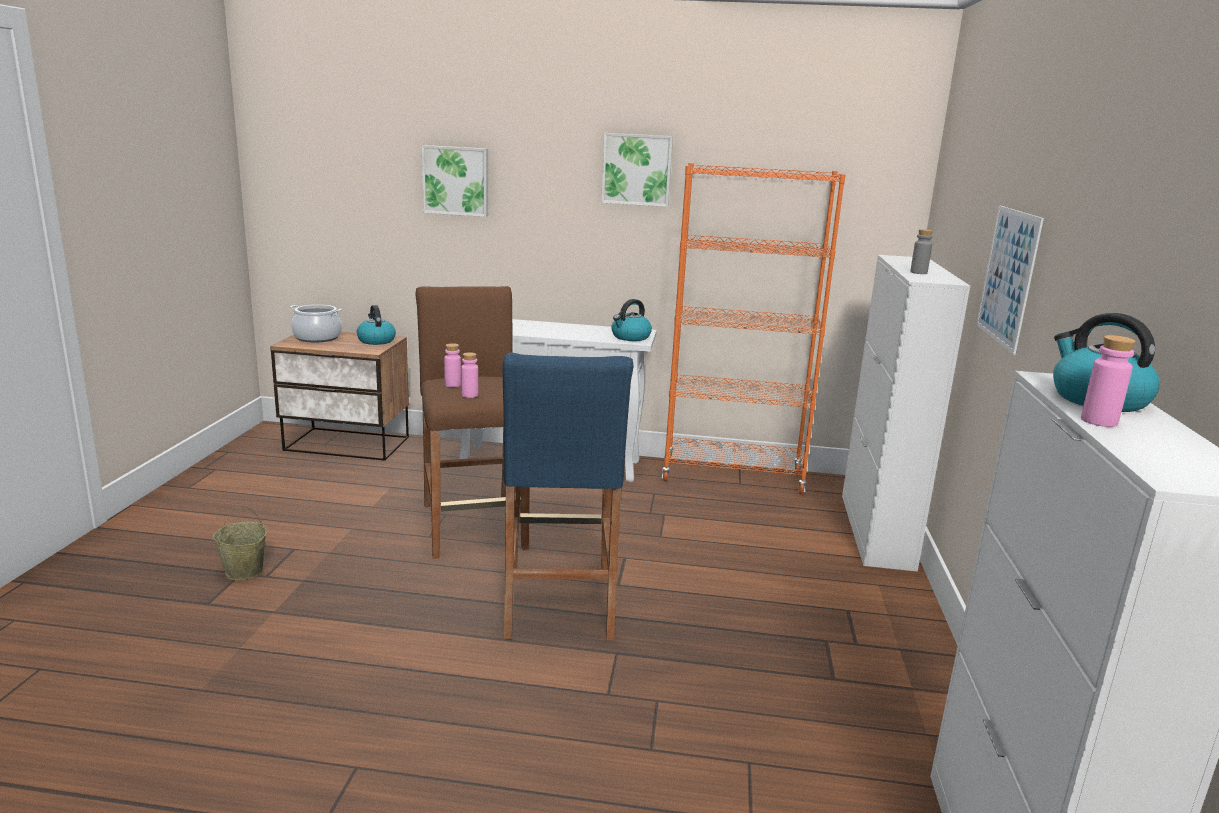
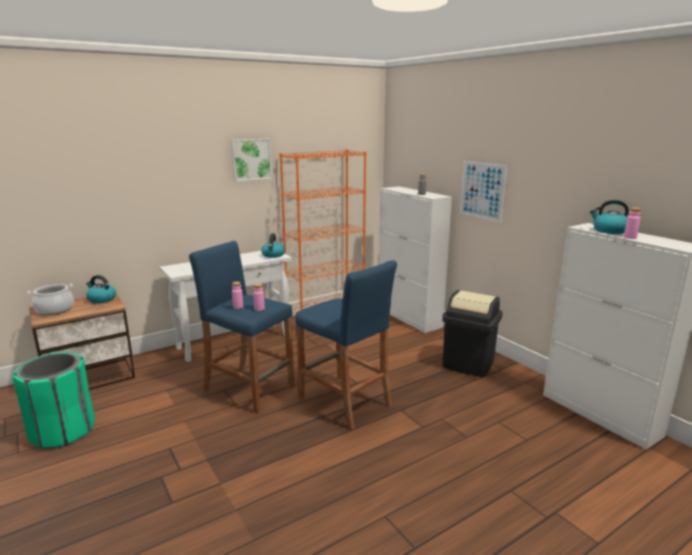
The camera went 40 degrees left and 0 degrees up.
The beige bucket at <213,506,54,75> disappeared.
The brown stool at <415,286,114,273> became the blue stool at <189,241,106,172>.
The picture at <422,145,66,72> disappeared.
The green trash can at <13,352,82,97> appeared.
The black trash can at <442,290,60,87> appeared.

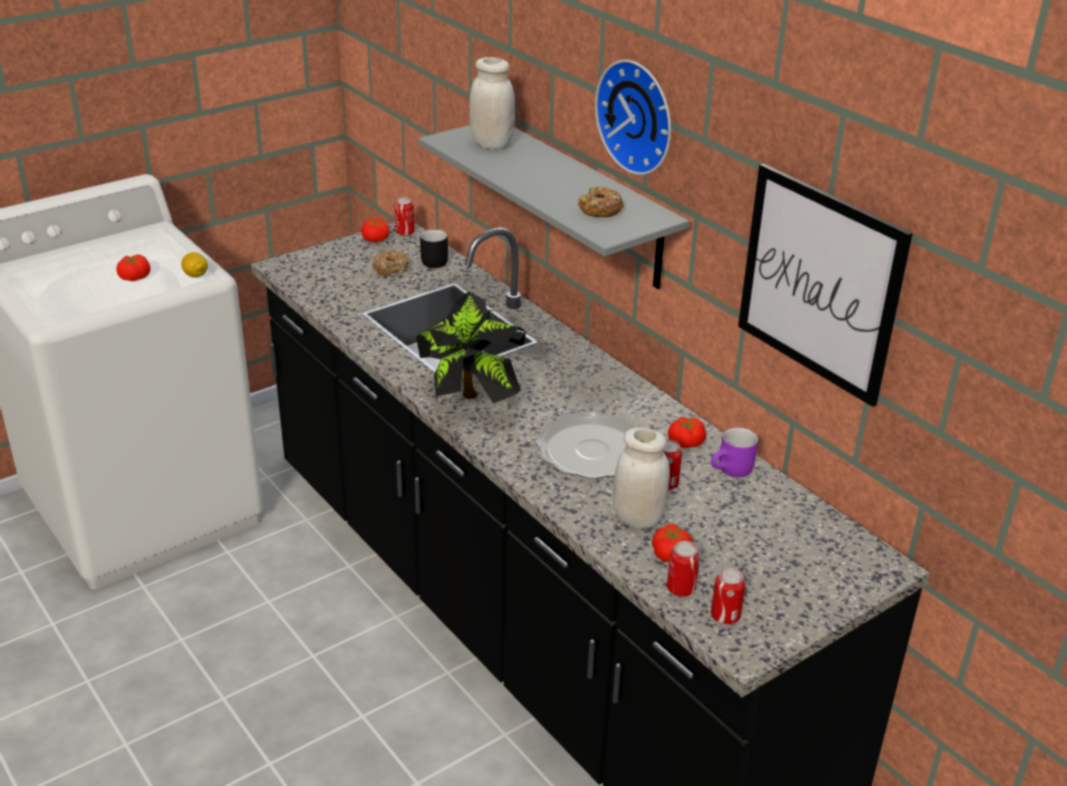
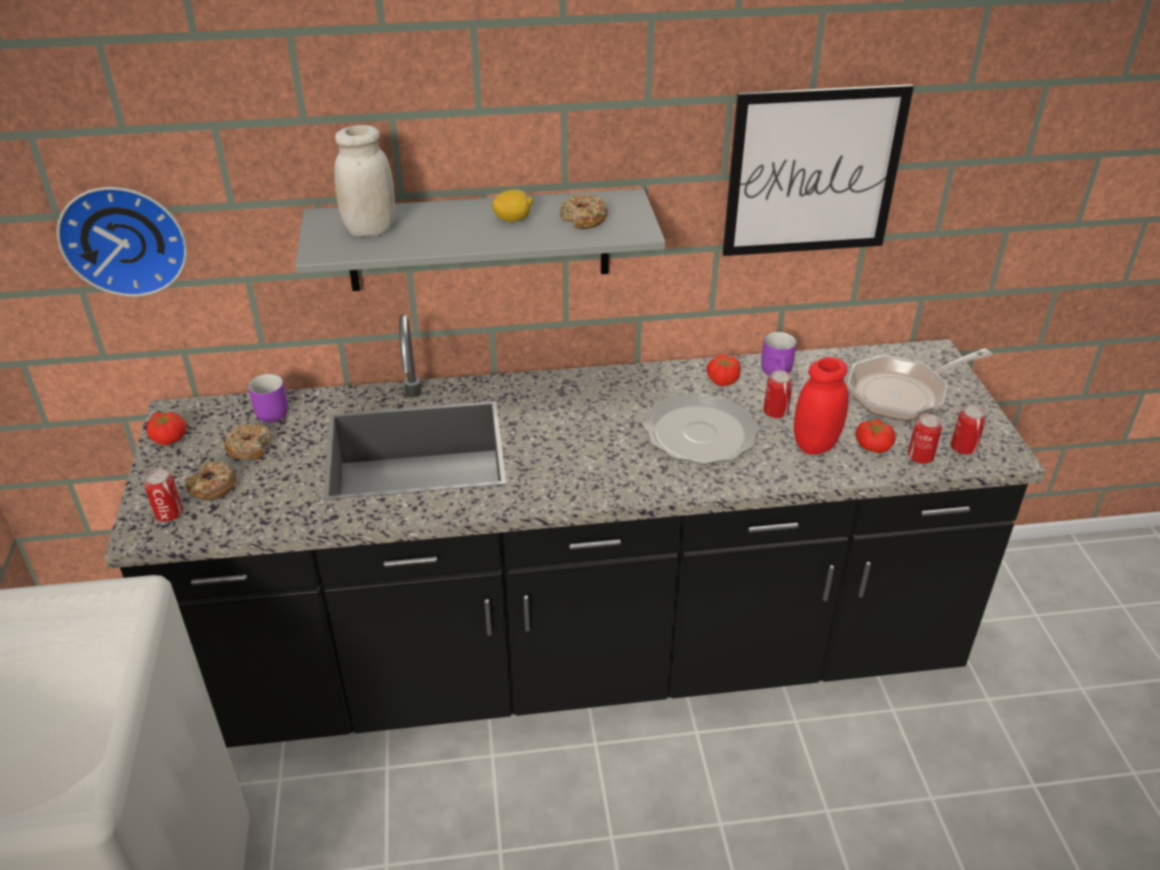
The camera went 60 degrees left and 5 degrees up.
The tomato at <117,255,34,26> disappeared.
The lemon moved from <181,252,27,25> to <492,190,41,32>.
The can moved from <395,198,20,38> to <145,469,38,53>.
The potted plant at <416,291,112,113> disappeared.
The black mug at <420,230,28,38> became the purple mug at <248,374,40,48>.
The wall clock moved from <595,60,76,115> to <57,187,130,110>.
The white jar at <613,427,57,102> became the red jar at <794,357,54,98>.
The donut at <185,461,52,39> appeared.
The frying pan at <847,348,145,73> appeared.

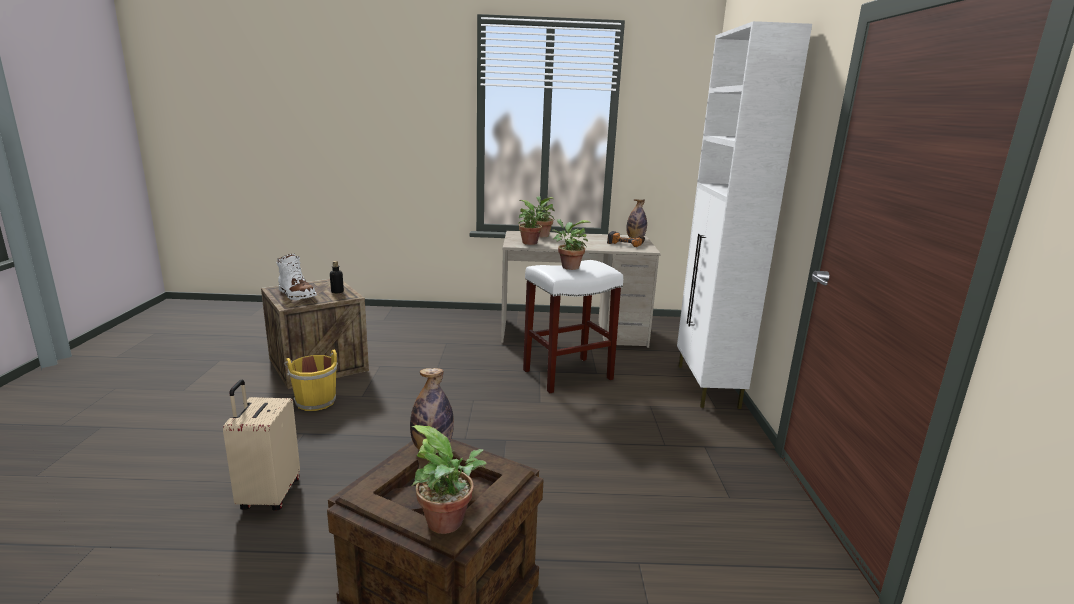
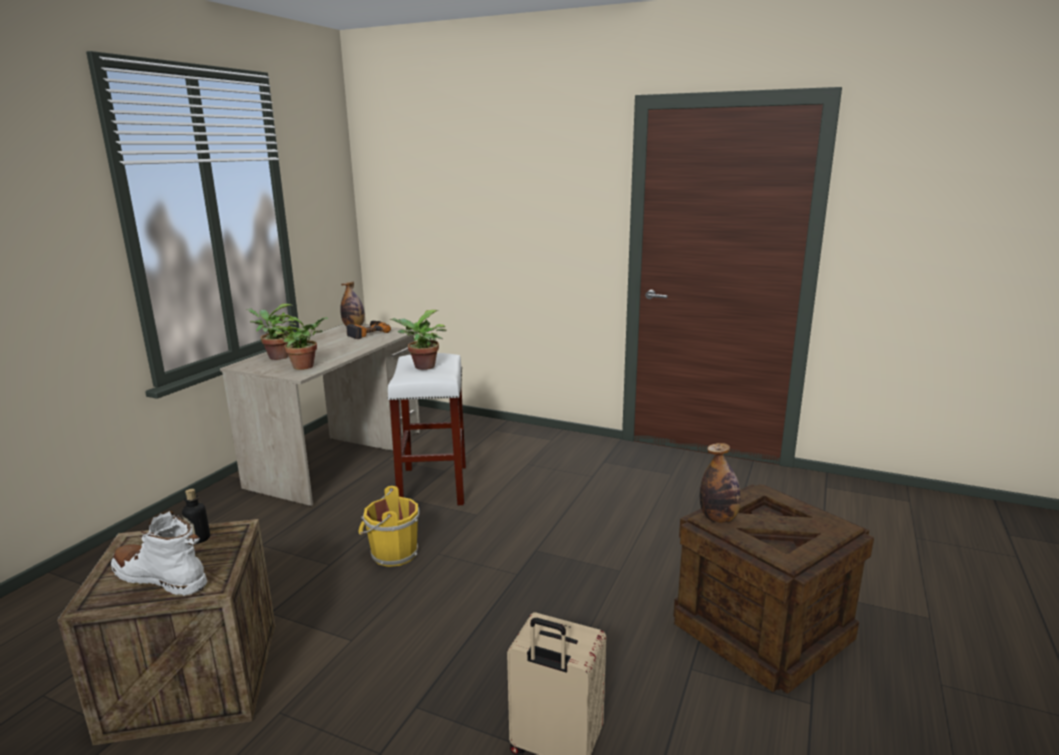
The camera went 65 degrees left and 0 degrees up.
The white boot at <276,254,41,46> turned 135 degrees counterclockwise.
The yellow bucket moved from <284,350,54,61> to <359,486,61,81>.
The potted plant at <412,425,75,109> disappeared.
The white cabinet at <677,21,135,388> disappeared.

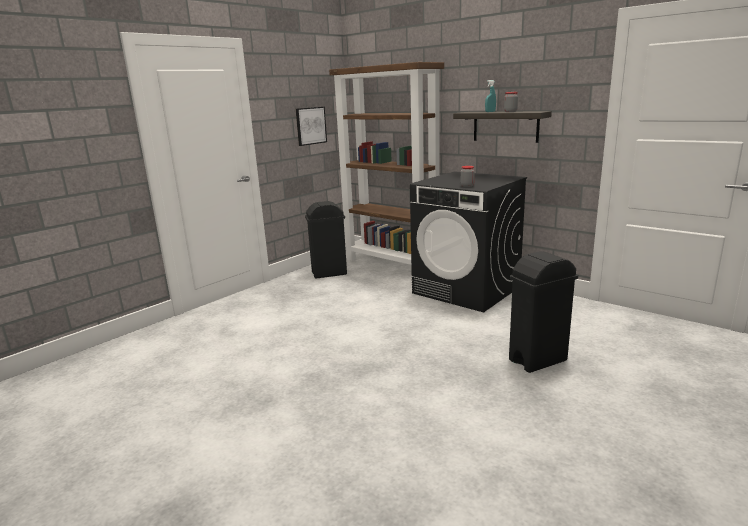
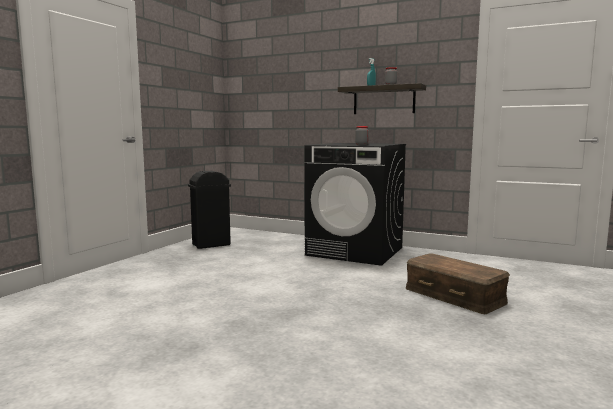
The camera went 15 degrees left and 10 degrees down.
The picture at <296,107,31,39> disappeared.
The brown bookcase at <329,62,115,203> disappeared.
The black trash can at <509,251,69,122> was replaced by the brown storage box at <406,253,104,61>.

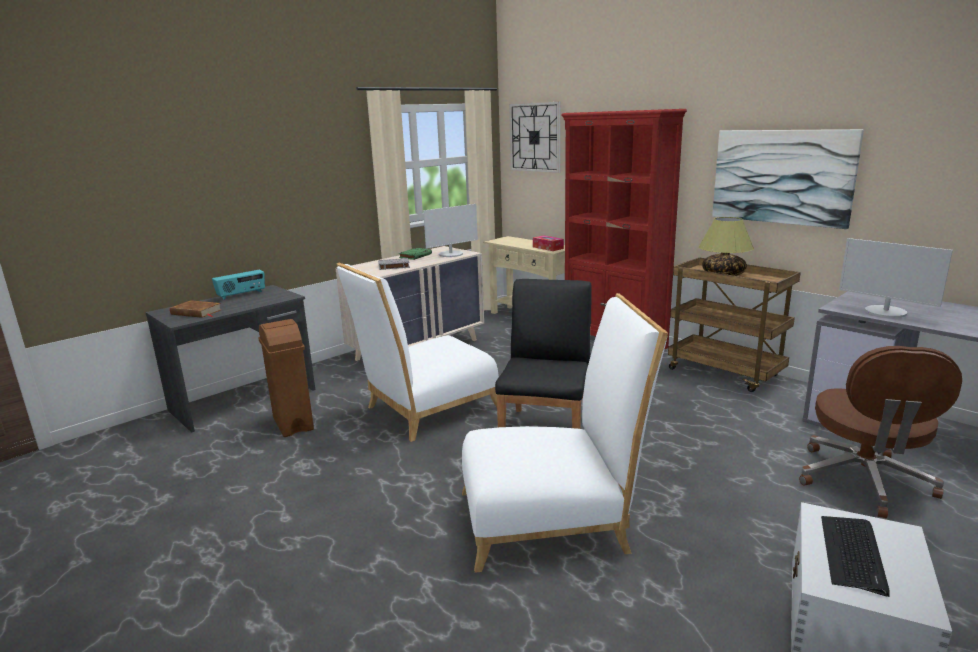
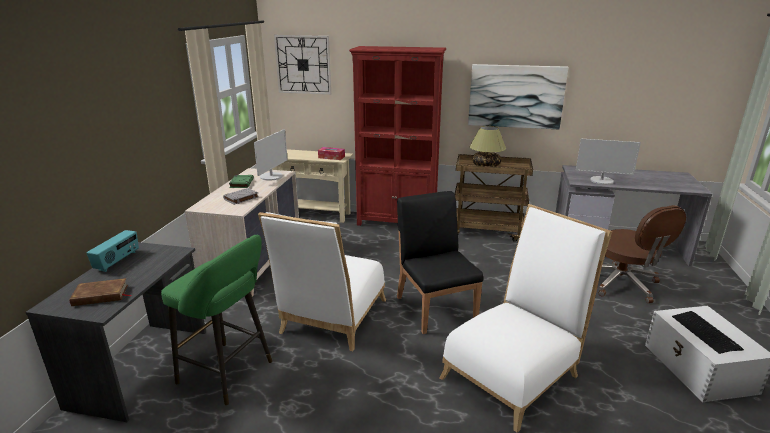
The camera went 35 degrees left and 5 degrees up.
The brown trash can at <258,319,56,118> was replaced by the green stool at <161,235,111,170>.

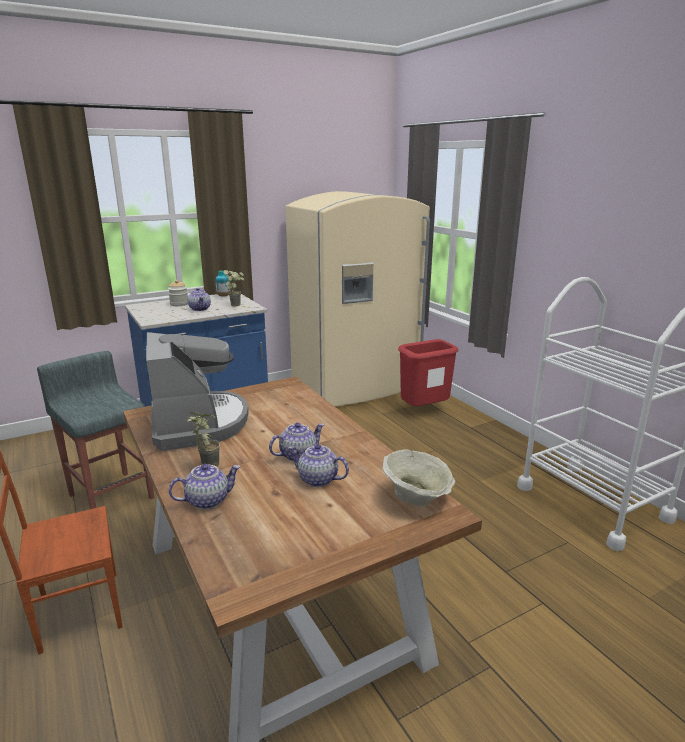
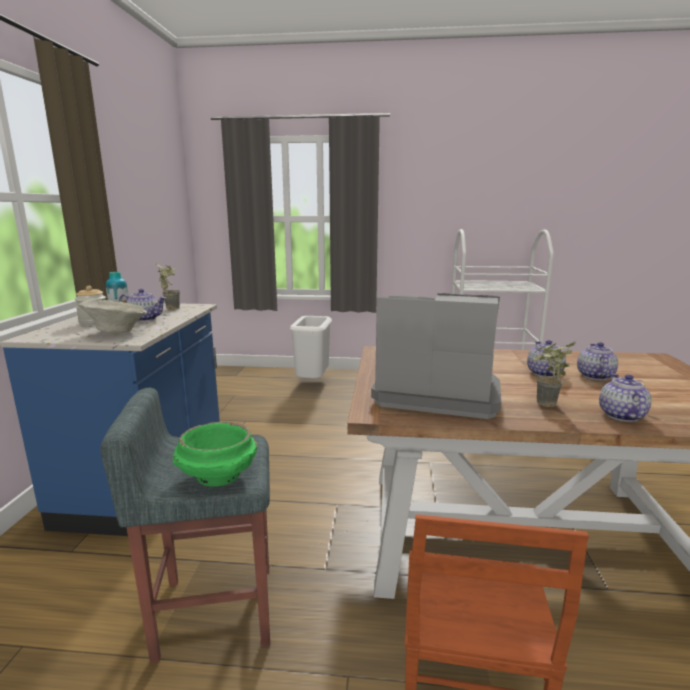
The camera went 55 degrees left and 5 degrees down.
The beige fridge at <285,191,145,216> disappeared.
The teapot at <288,444,61,43> turned 135 degrees clockwise.
The beige bowl moved from <383,449,72,57> to <78,300,69,32>.
The red trash can at <398,339,60,67> became the white trash can at <290,316,42,63>.
The green bowl at <173,422,85,64> appeared.

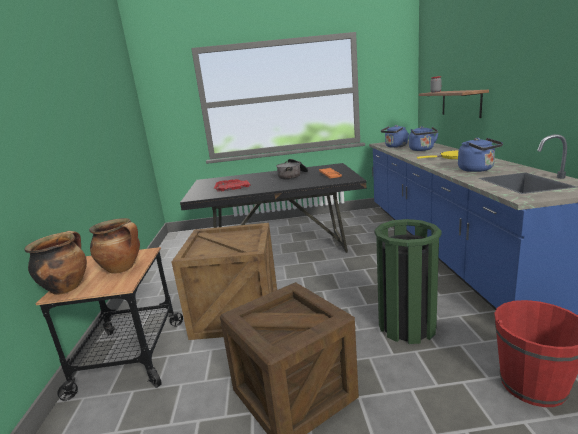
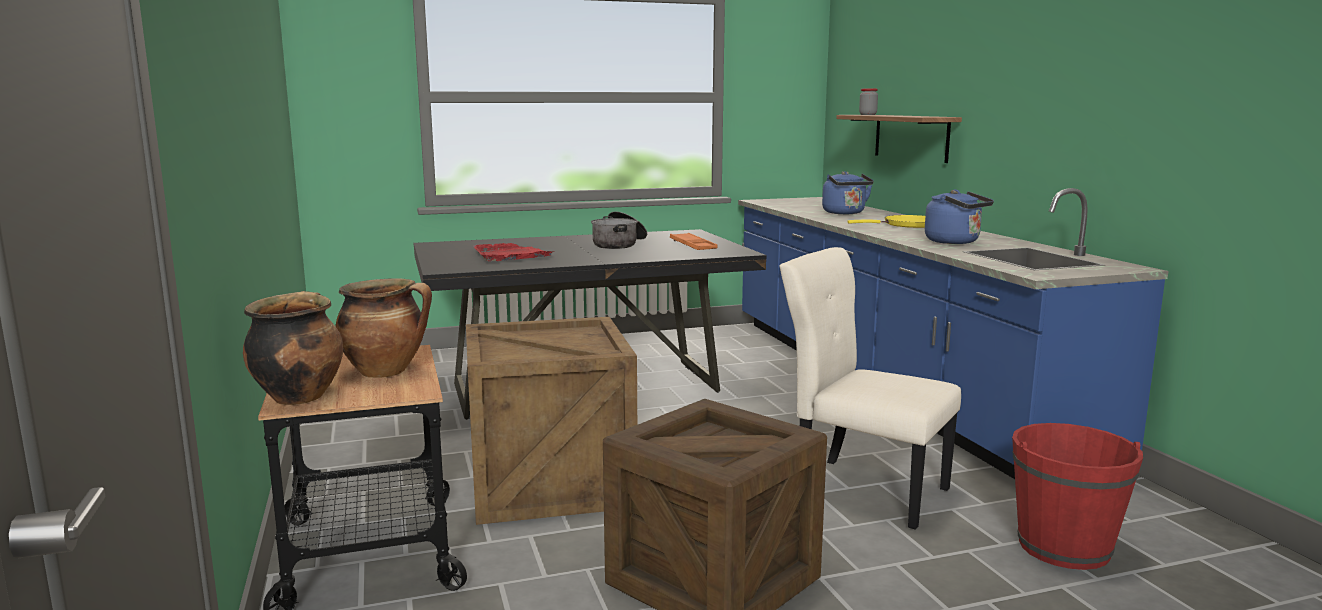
The camera went 15 degrees left and 5 degrees down.
The green trash can at <374,219,68,125> was replaced by the beige chair at <780,247,181,283>.
The blue kettle at <381,125,28,23> disappeared.

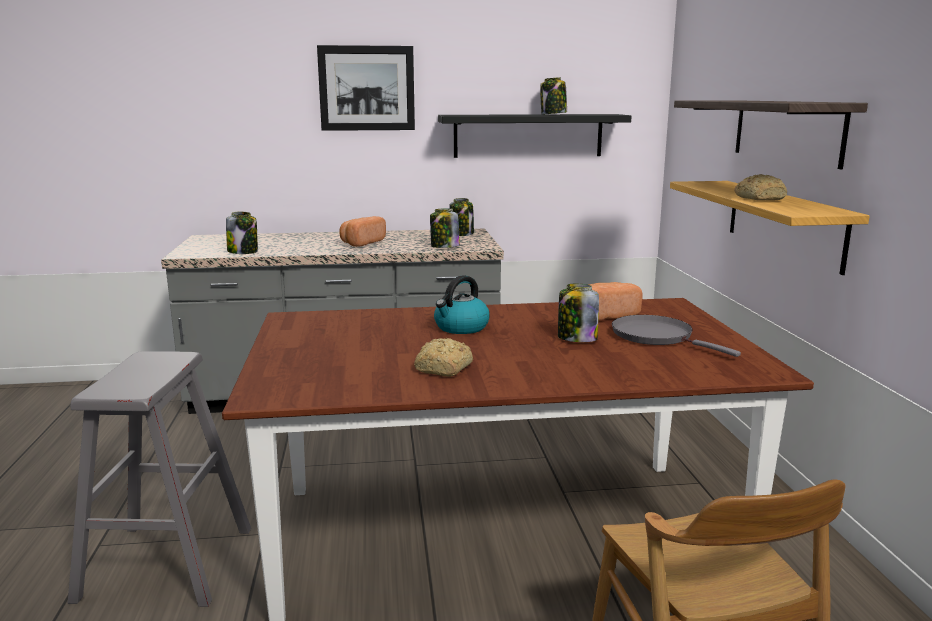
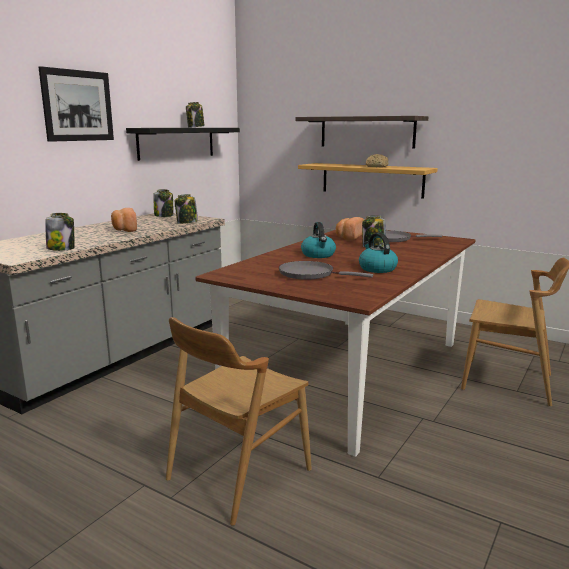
The camera went 50 degrees left and 0 degrees up.
The grey stool at <68,351,183,256> was replaced by the brown chair at <166,317,146,209>.
The bread at <414,338,59,39> was replaced by the kettle at <359,233,39,40>.
The grey frying pan at <279,261,94,19> appeared.

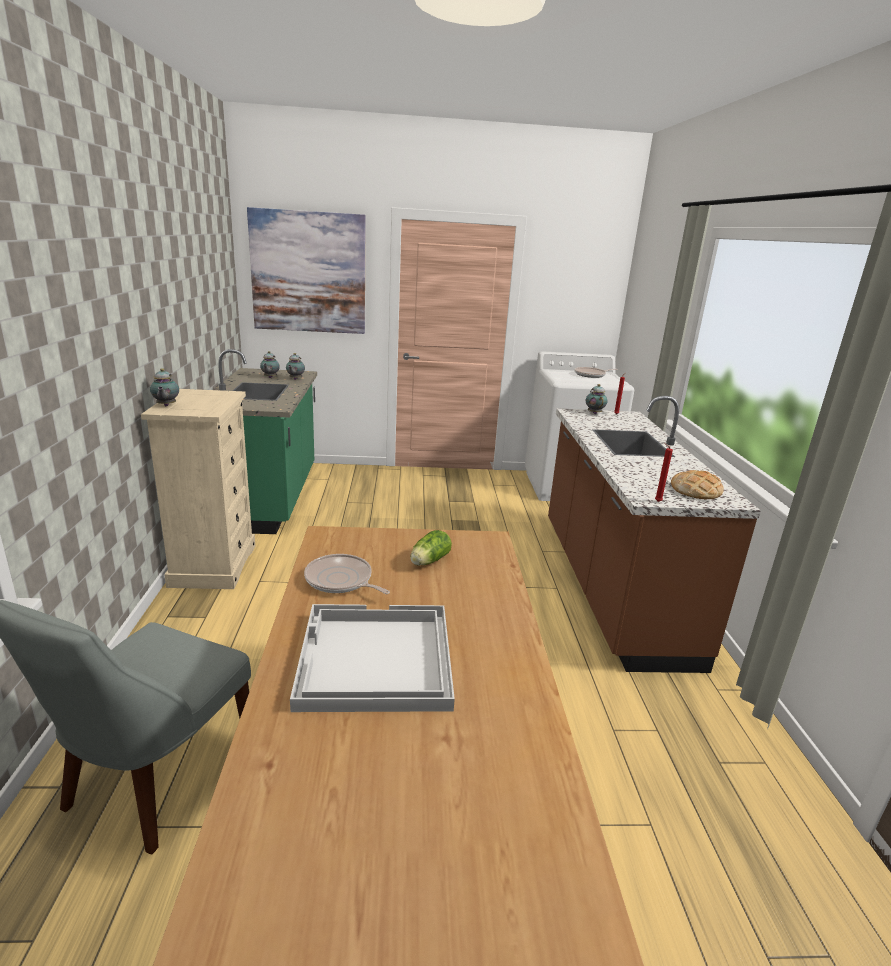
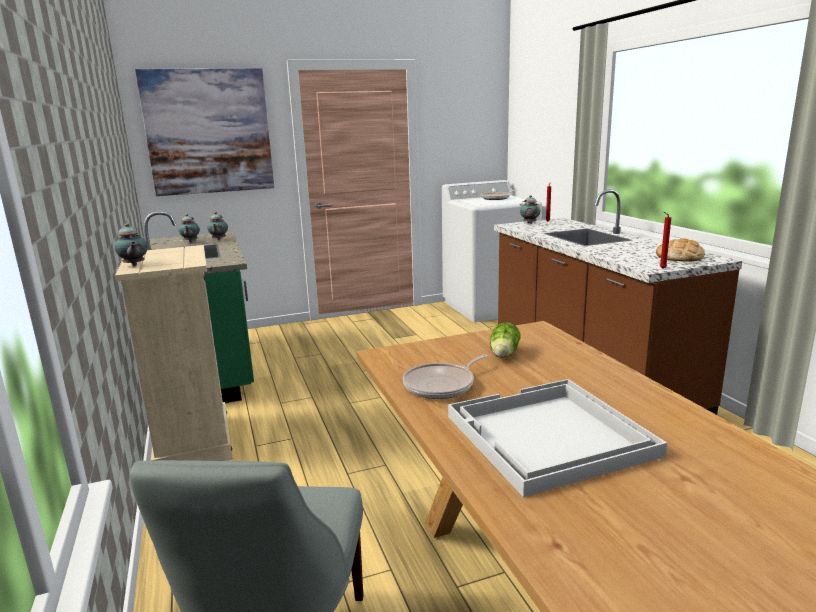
The camera went 15 degrees left and 5 degrees down.
The frying pan at <304,554,86,40> turned 60 degrees counterclockwise.

